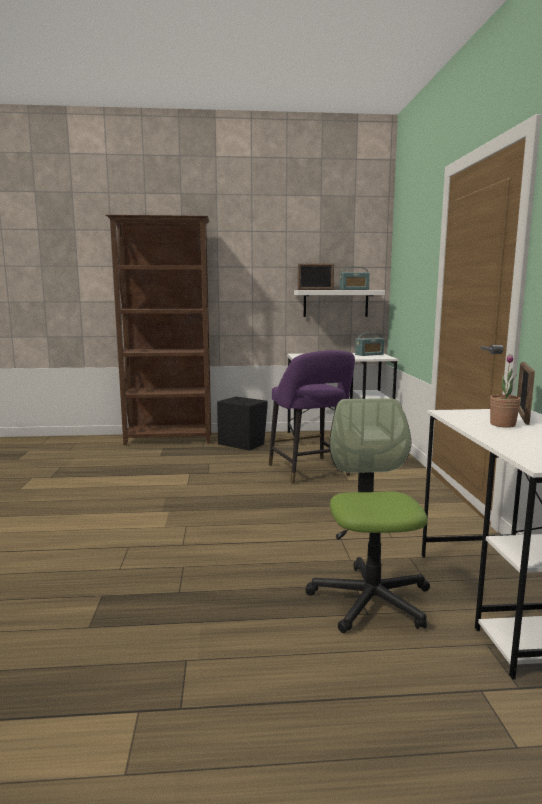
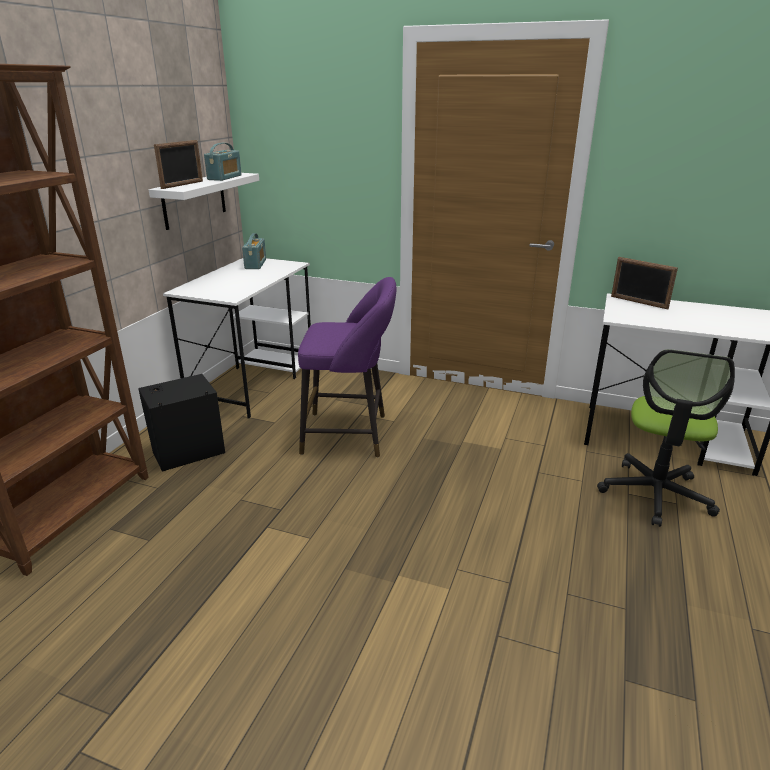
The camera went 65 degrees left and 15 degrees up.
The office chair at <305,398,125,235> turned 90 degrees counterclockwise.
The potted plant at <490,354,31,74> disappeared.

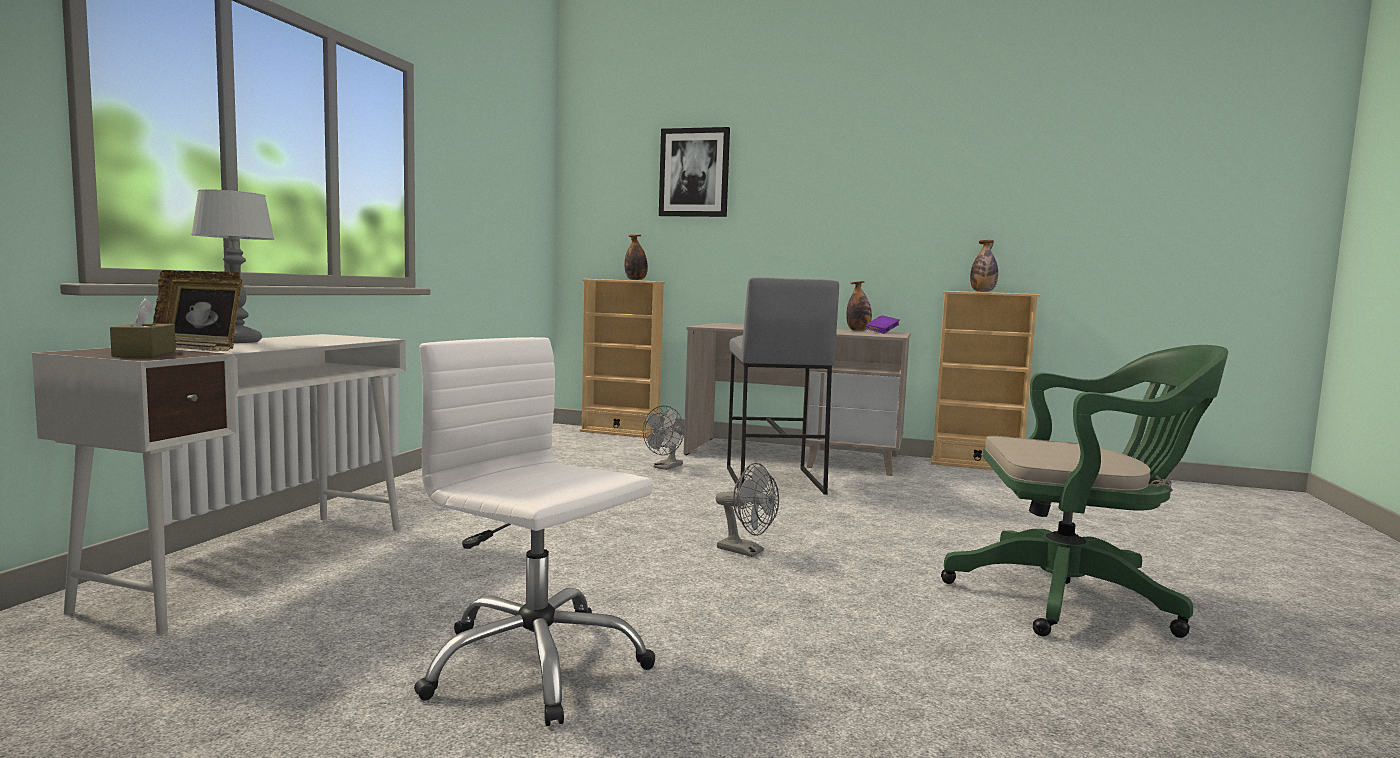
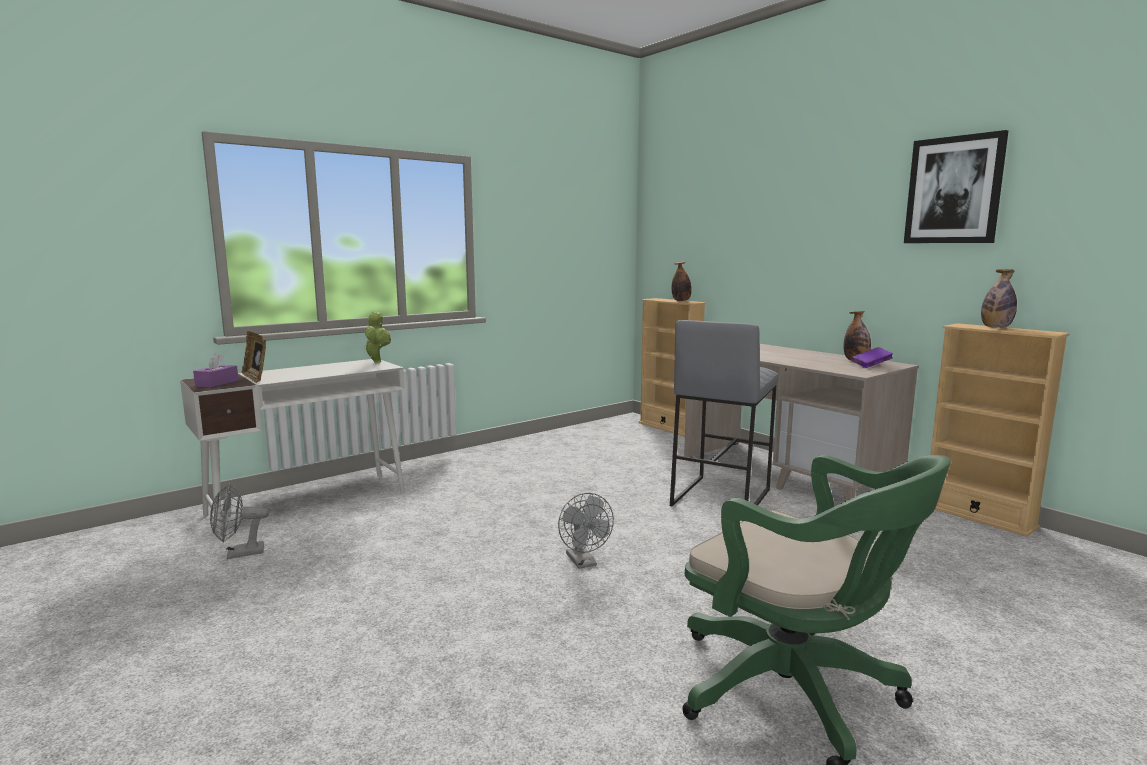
The camera went 35 degrees right and 5 degrees up.
The brown tissue box at <110,298,66,59> became the purple tissue box at <193,353,46,35>.
The table lamp at <191,189,83,154> disappeared.
The white office chair at <414,337,241,389> disappeared.
The grey fan moved from <643,406,41,64> to <210,484,59,75>.
The picture moved from <659,127,71,90> to <904,130,104,113>.
The potted plant at <364,311,27,52> appeared.

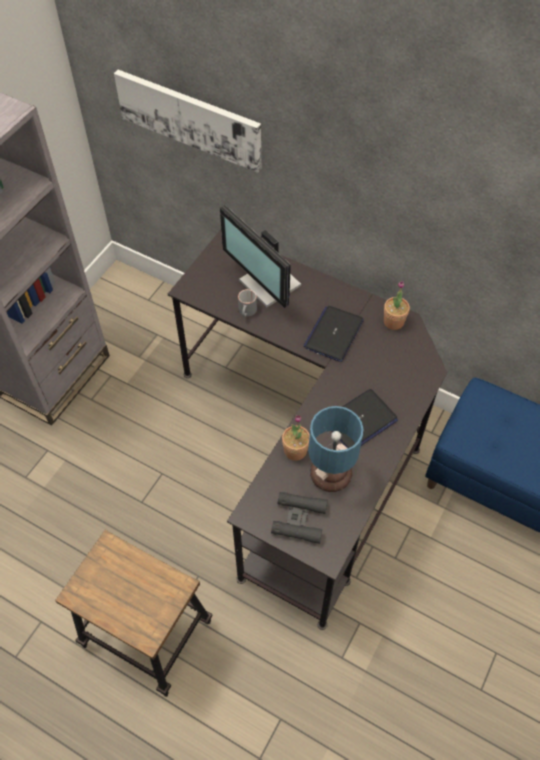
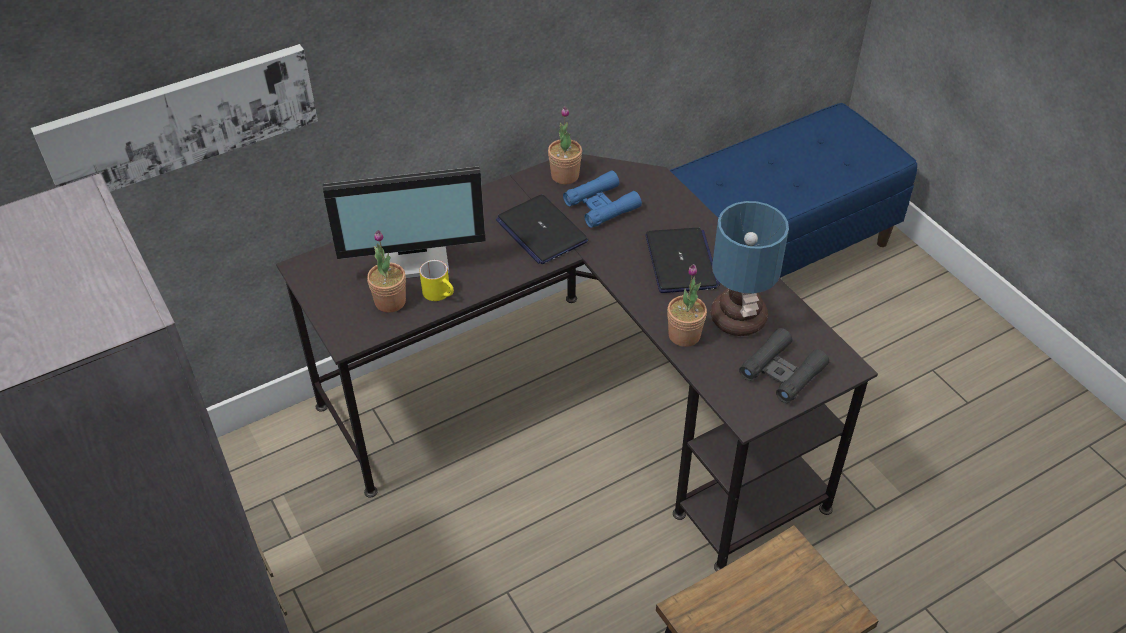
The camera went 60 degrees left and 10 degrees down.
The grey mug at <238,289,19,28> became the yellow mug at <419,260,35,41>.
The potted plant at <367,230,39,83> appeared.
The blue binoculars at <563,171,79,57> appeared.

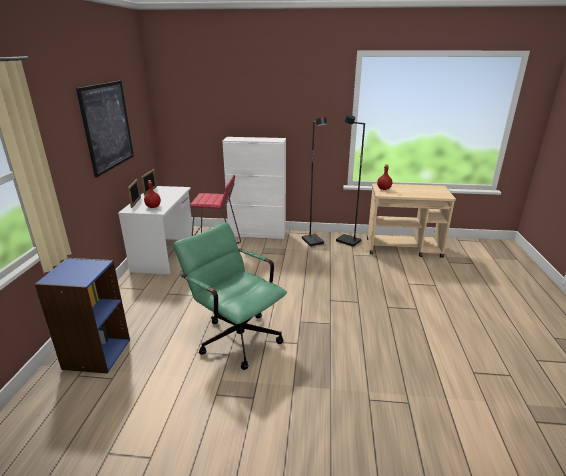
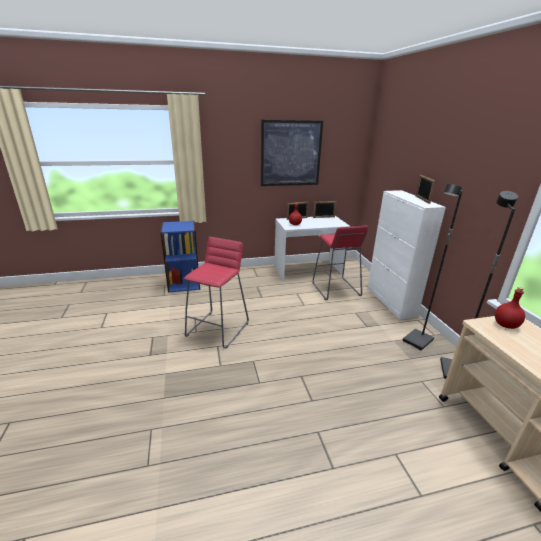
The camera went 70 degrees right and 0 degrees up.
The green office chair at <173,222,114,148> was replaced by the red stool at <184,237,65,111>.
The picture frame at <415,175,20,29> appeared.

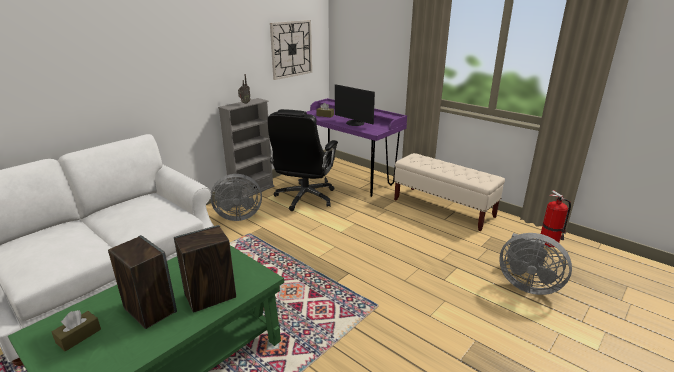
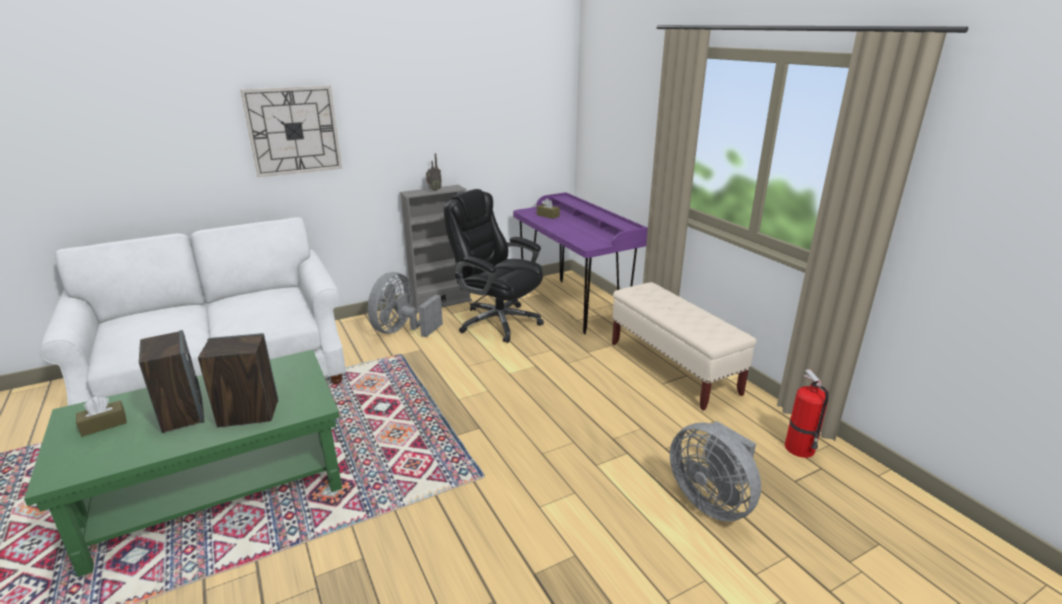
The camera went 20 degrees right and 0 degrees up.
The grey fan at <210,174,52,47> turned 105 degrees clockwise.
The black office chair at <268,109,70,102> turned 90 degrees clockwise.
The wall clock moved from <270,20,42,60> to <240,86,102,91>.
The monitor at <335,84,40,42> disappeared.

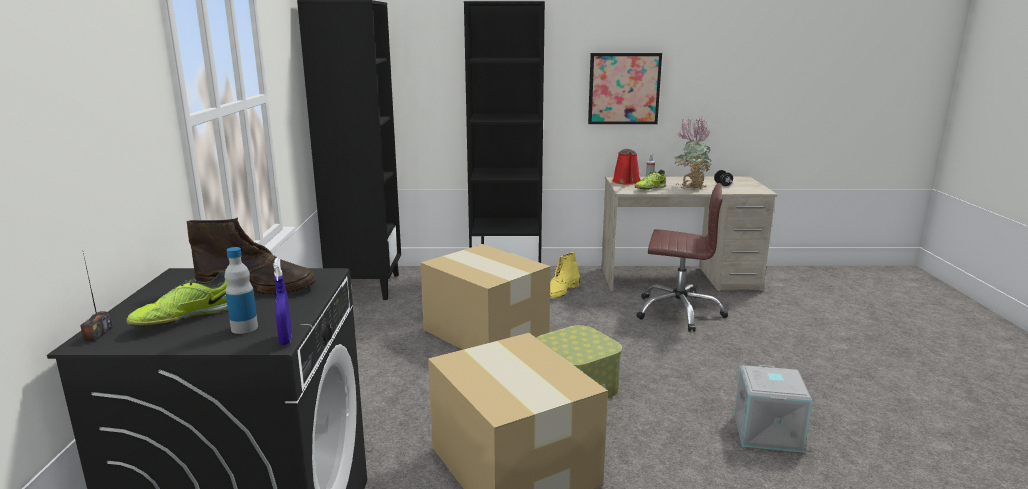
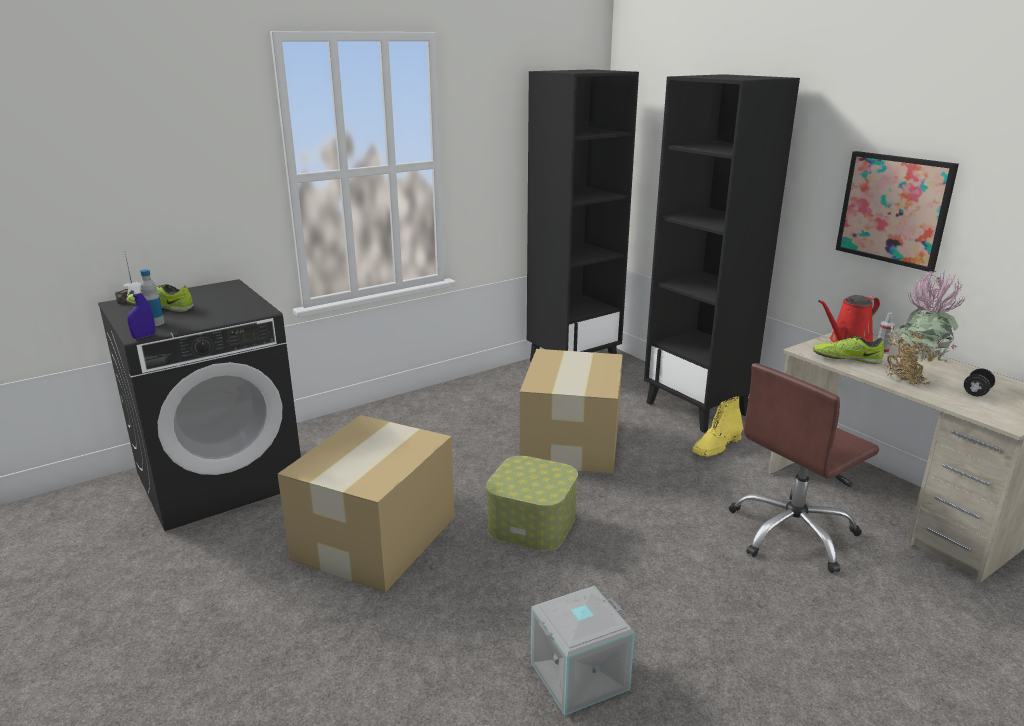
The camera went 55 degrees right and 5 degrees up.
The brown boot at <186,218,130,77> disappeared.
The yellow boot at <550,252,30,46> turned 45 degrees counterclockwise.
The brown office chair at <636,183,92,149> turned 75 degrees clockwise.

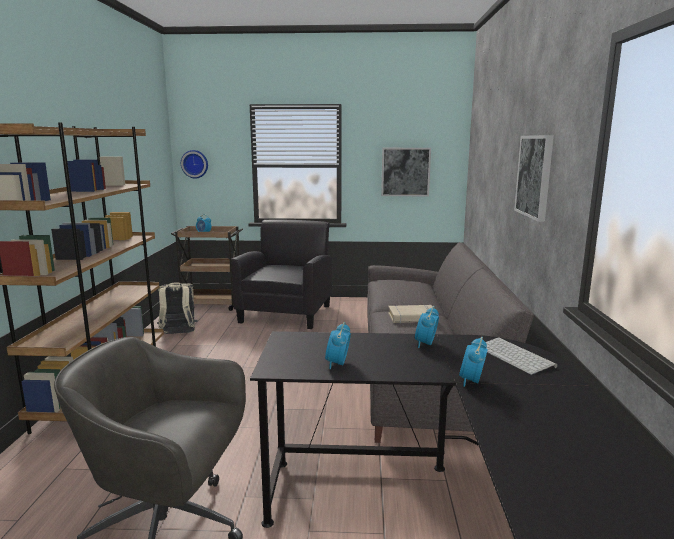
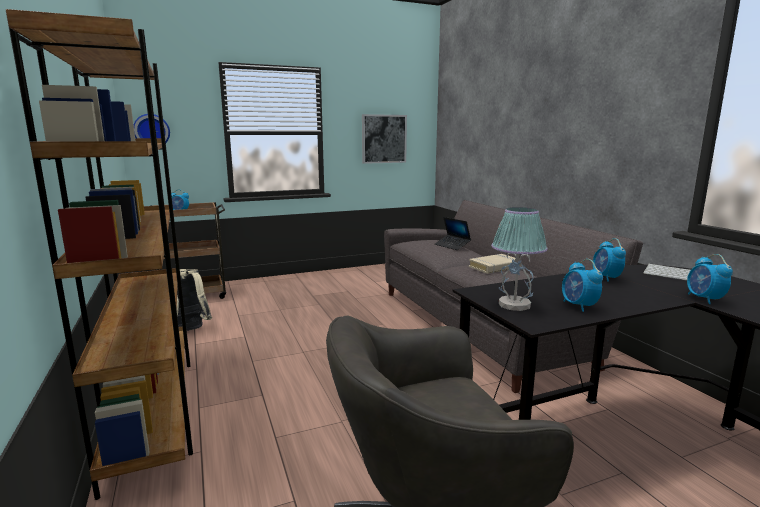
The camera went 25 degrees left and 0 degrees up.
The black armchair at <231,220,101,109> disappeared.
The picture at <514,135,40,87> disappeared.
The laptop at <435,217,36,33> appeared.
The table lamp at <491,207,57,104> appeared.

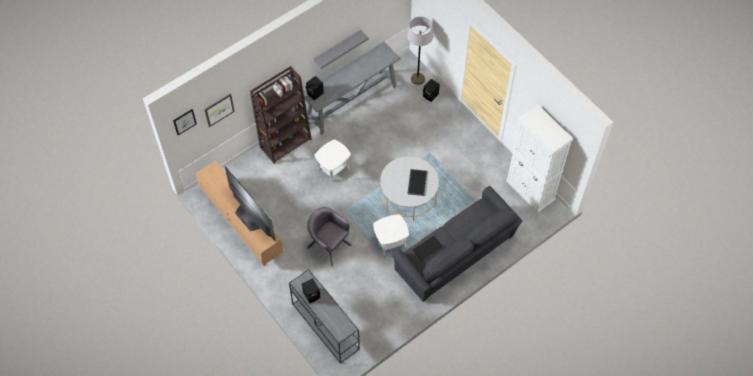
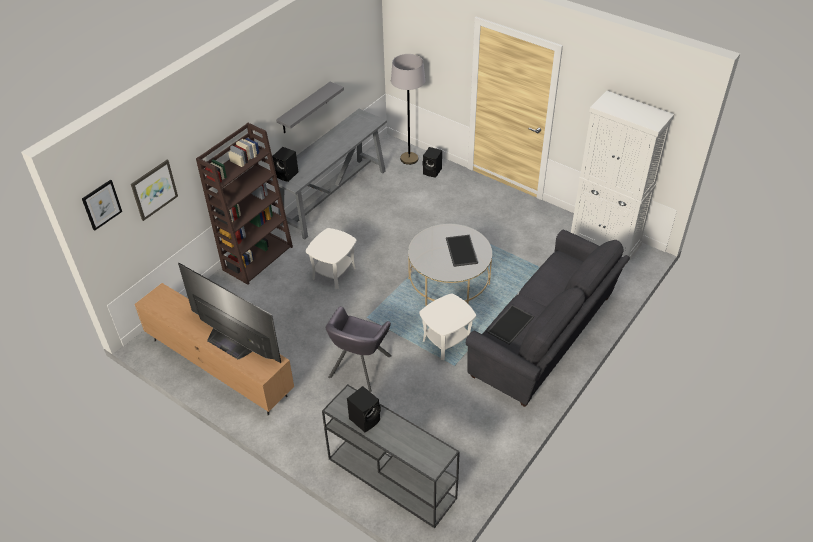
The camera went 15 degrees left and 15 degrees down.
The grey armchair at <307,207,45,59> turned 90 degrees counterclockwise.

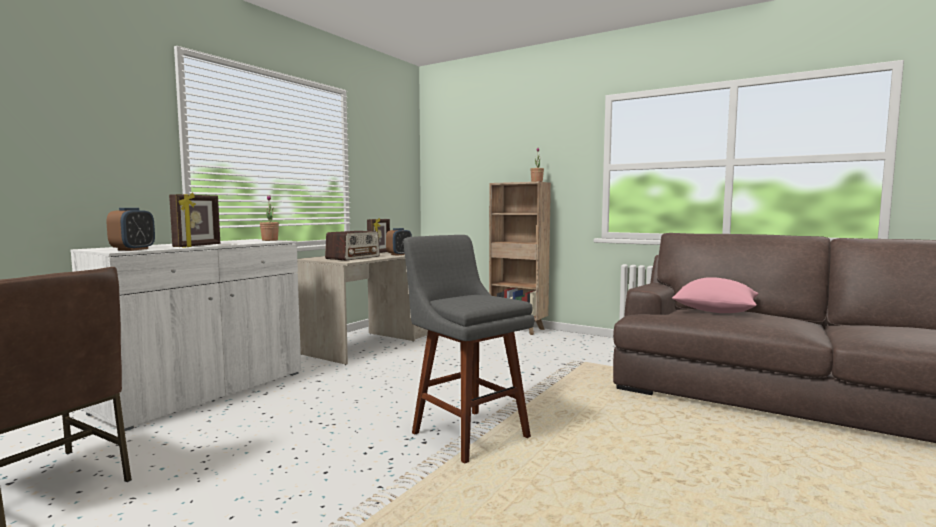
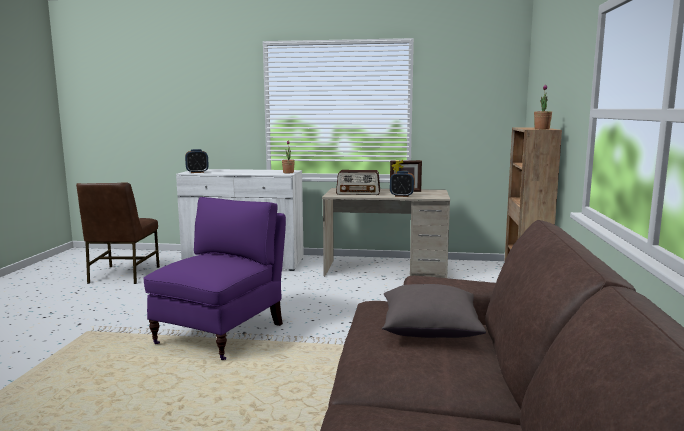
The camera went 65 degrees right and 5 degrees up.
The picture frame at <169,192,51,55> disappeared.
The grey stool at <403,235,132,229> was replaced by the purple armchair at <143,197,143,163>.
The pink pillow at <672,277,87,36> became the grey pillow at <382,284,104,54>.

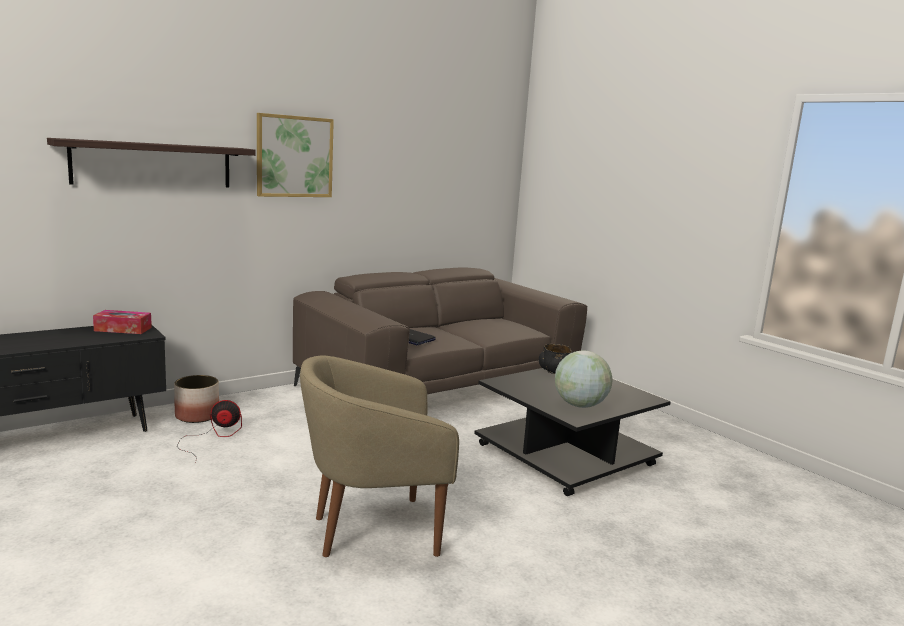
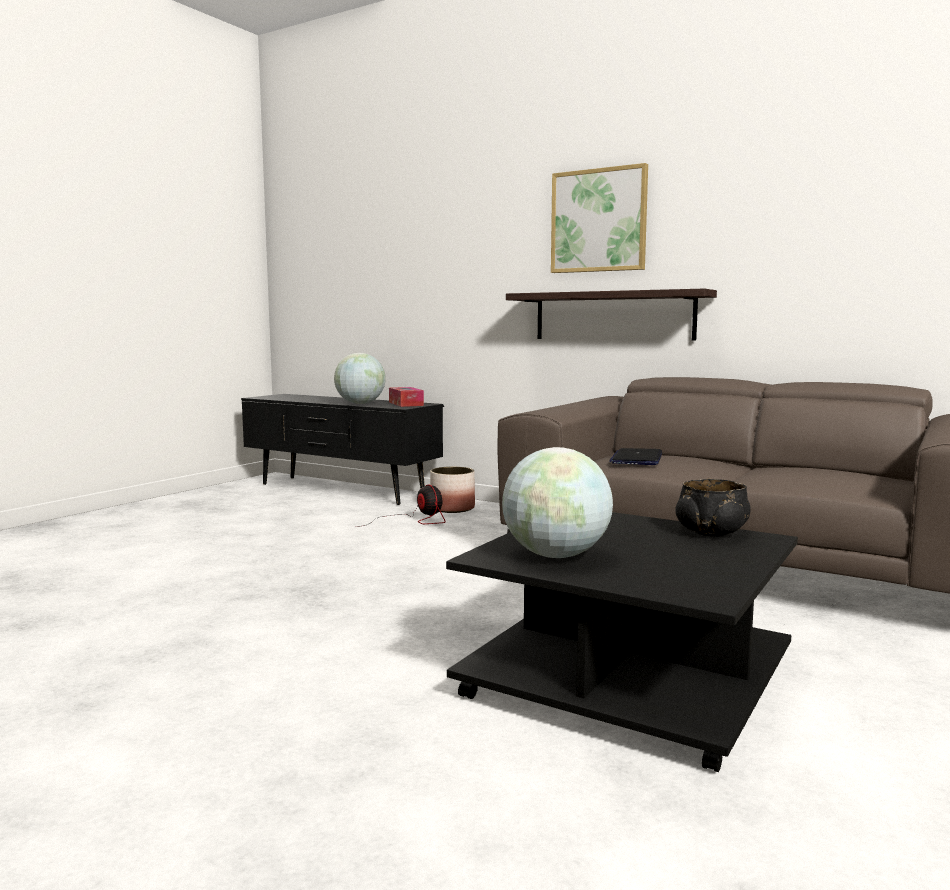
The camera went 70 degrees right and 5 degrees down.
The shelf moved from <47,138,209,49> to <506,289,211,51>.
The beige armchair at <300,355,159,202> disappeared.
The globe at <334,353,52,51> appeared.

